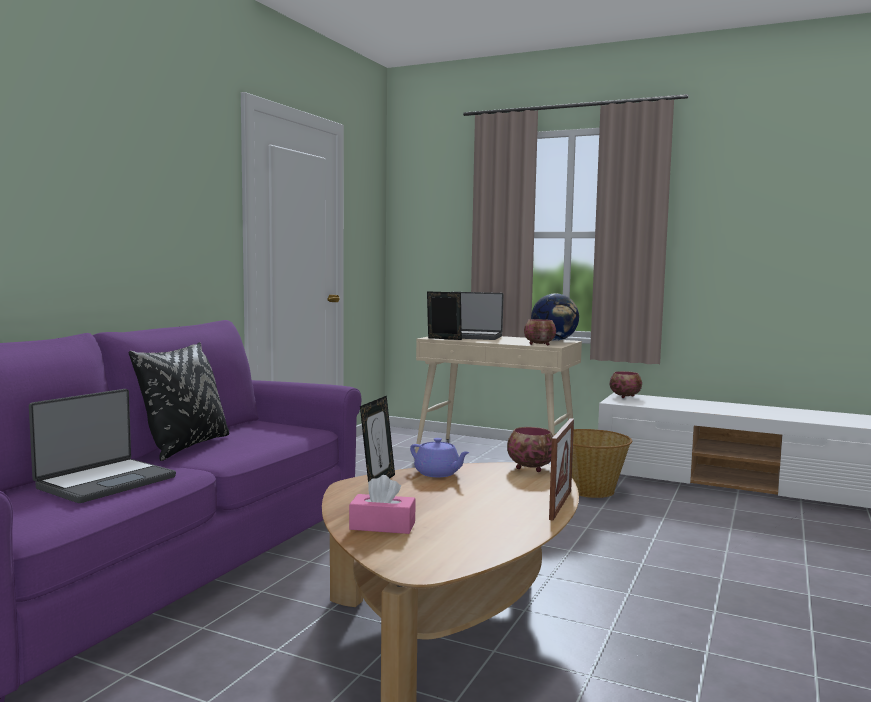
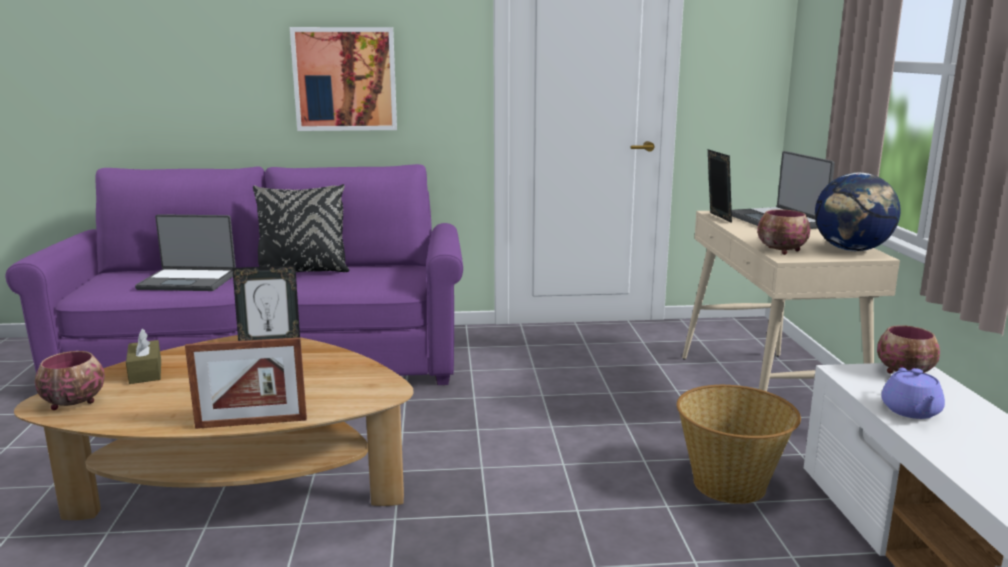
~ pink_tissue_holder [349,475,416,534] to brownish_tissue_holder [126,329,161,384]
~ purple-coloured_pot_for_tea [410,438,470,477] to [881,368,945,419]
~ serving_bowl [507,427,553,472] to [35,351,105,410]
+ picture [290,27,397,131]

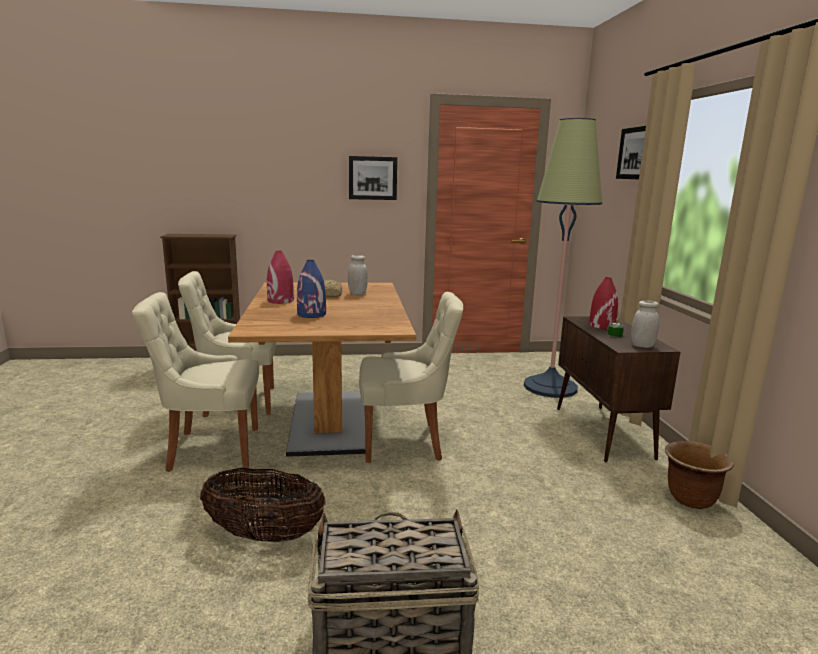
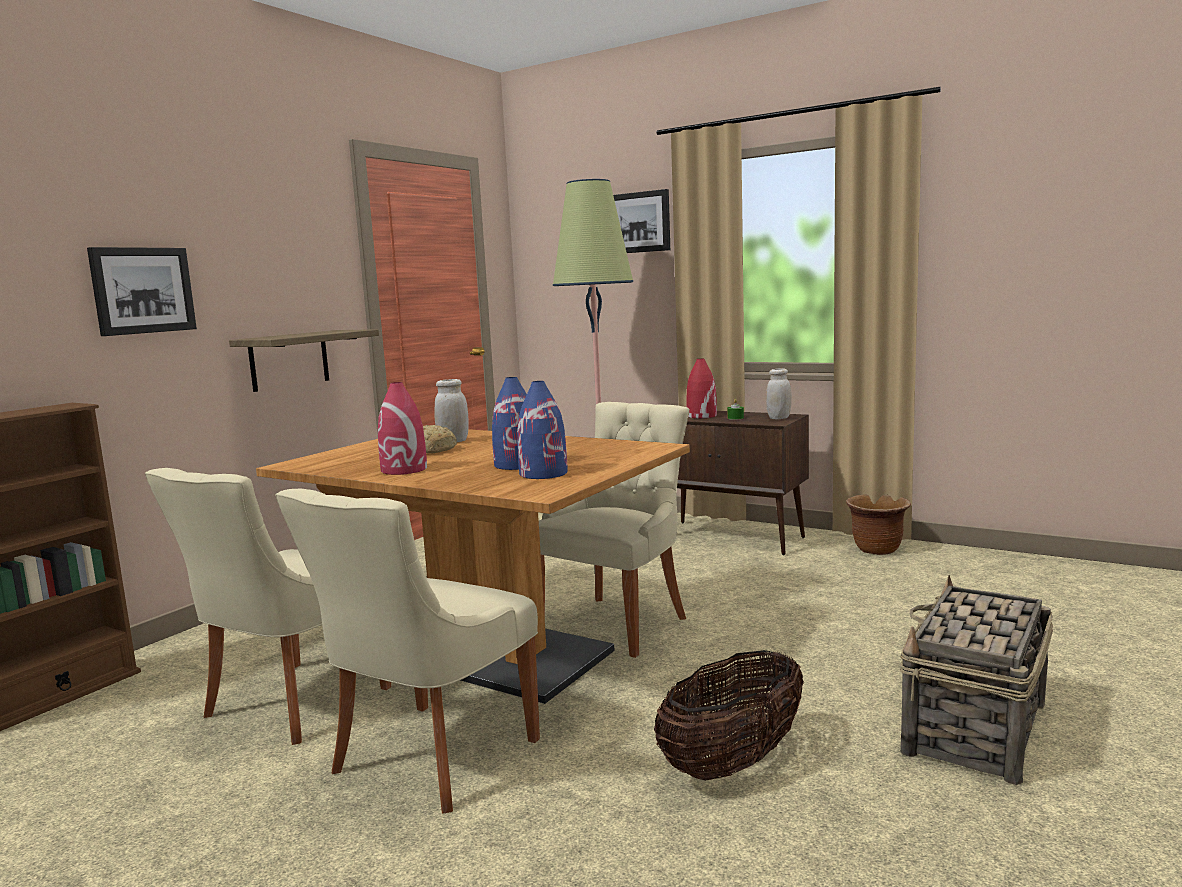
~ picture [349,156,397,200] to [87,247,197,336]
+ bracket_shelf [229,329,379,392]
+ bluish_vase [517,381,567,479]

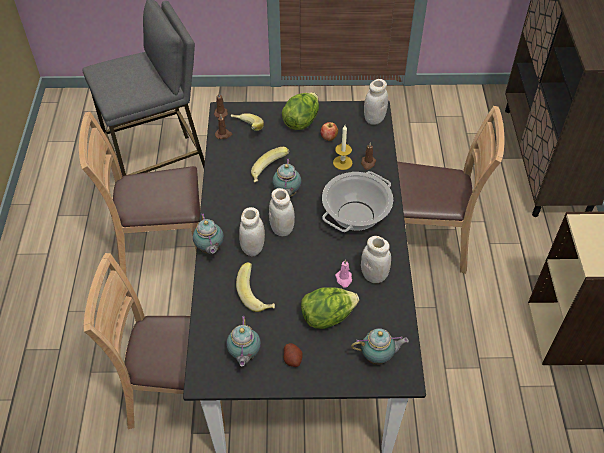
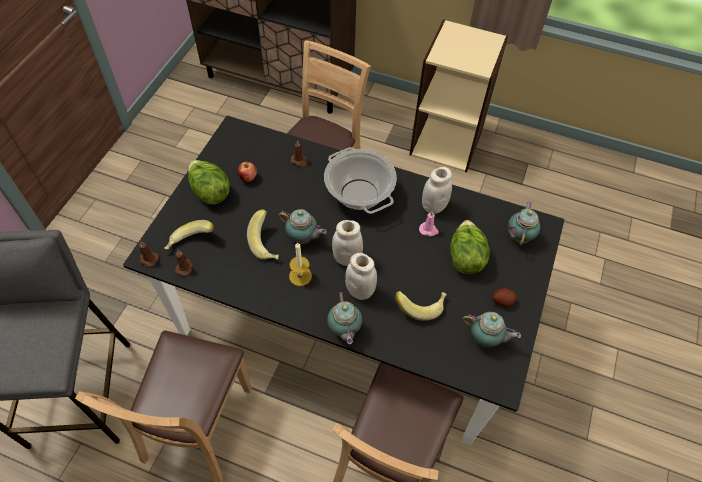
~ pot_for_tea [193,213,224,255] = [327,292,362,344] 75 degrees clockwise
~ wax_light [333,126,353,170] to [289,242,312,286]
- whitish_preserve_jar [364,79,388,125]

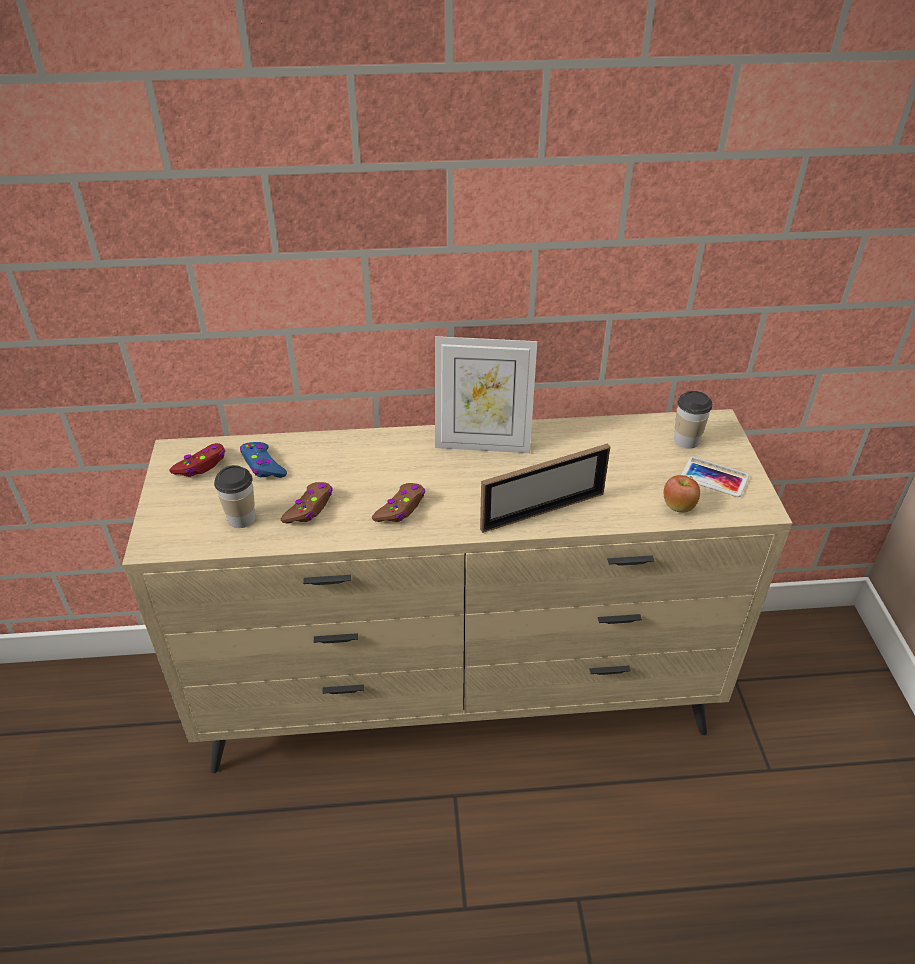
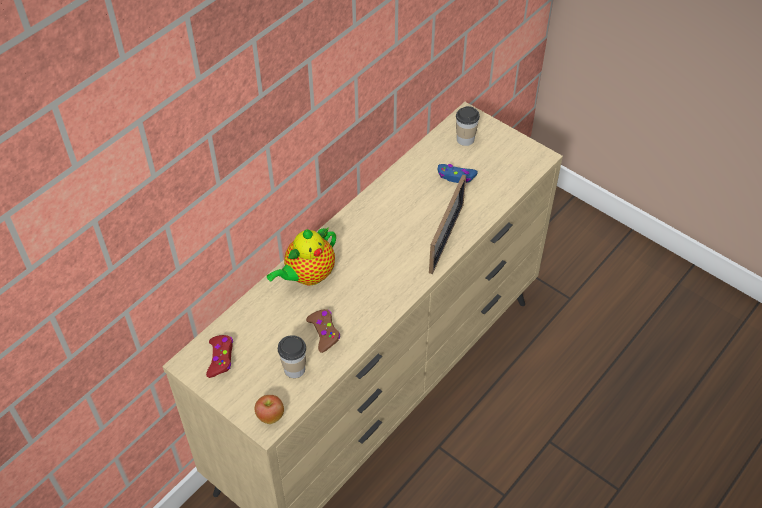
~ bluish_game_controller [240,442,287,478] to [438,164,478,183]
- brownish_game_controller [372,483,425,522]
- picture_frame [435,336,537,453]
~ apple_fruit [664,475,700,513] to [255,395,284,424]
- telephone [681,457,749,497]
+ pot_for_tea [267,227,336,285]

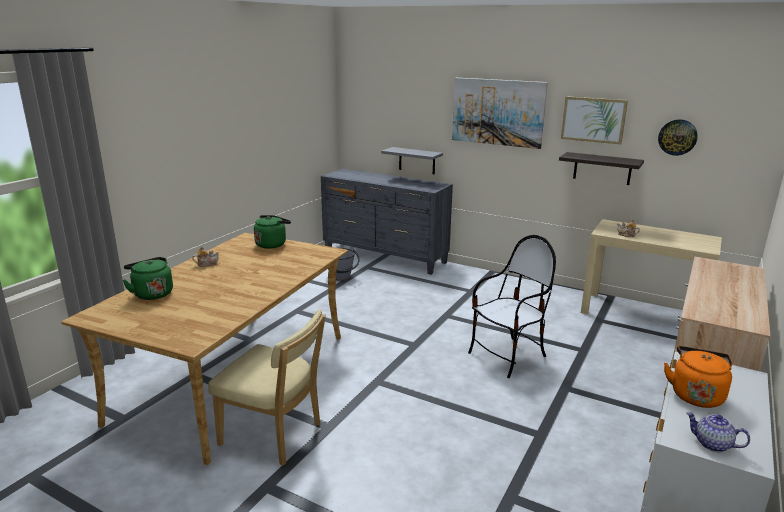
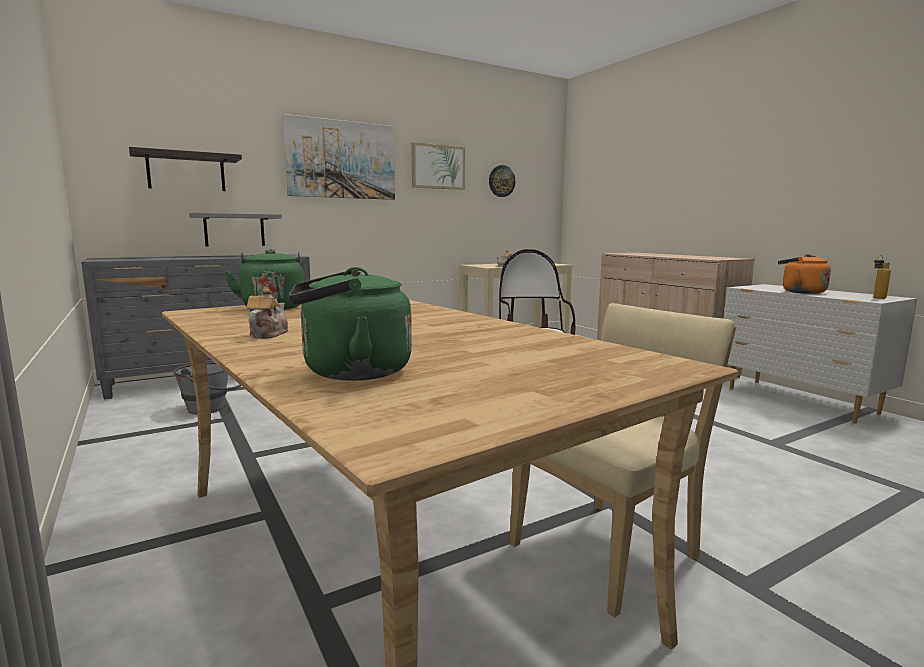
~ bracket_shelf [559,152,644,185] to [129,147,242,191]
~ pot_for_tea [686,412,750,452] to drink_bottle [873,255,891,299]

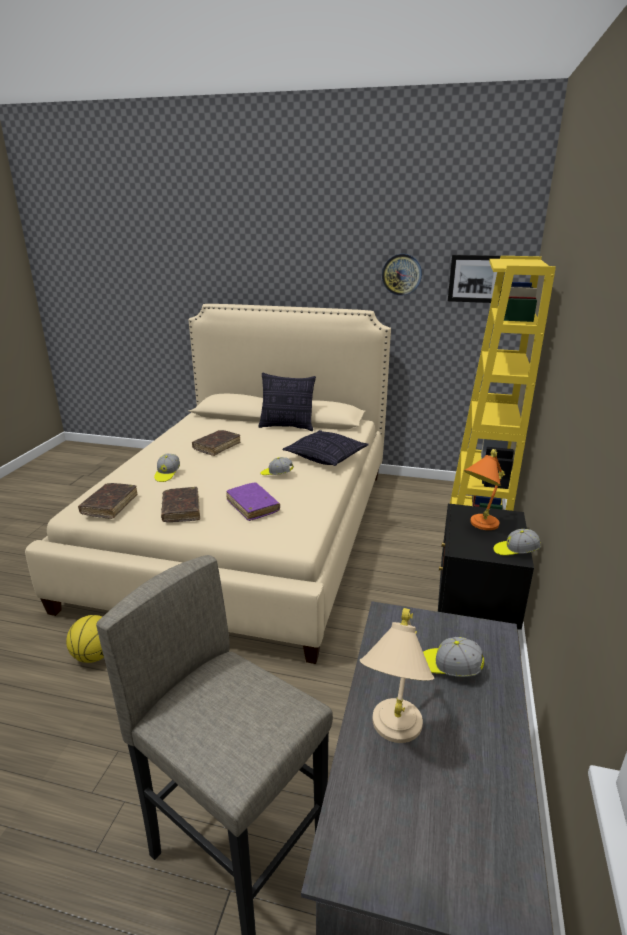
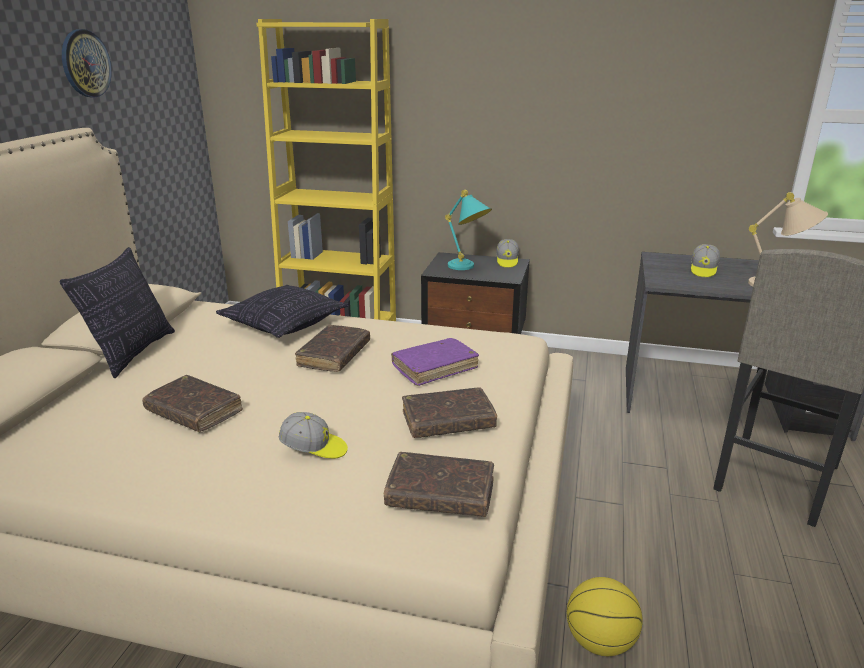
~ cap [260,457,294,475] to brownish_bound_book [295,325,370,372]
- picture [448,255,503,303]
~ orangey_table_lamp [464,449,505,530] to blue-green_table_lamp [445,190,492,270]

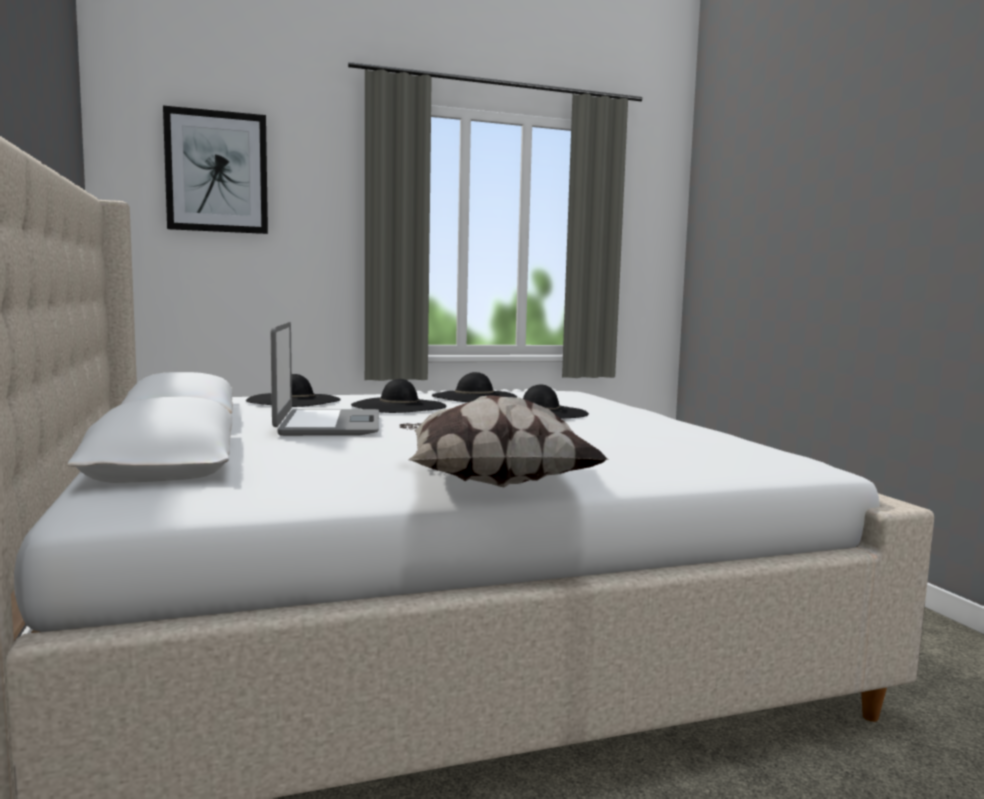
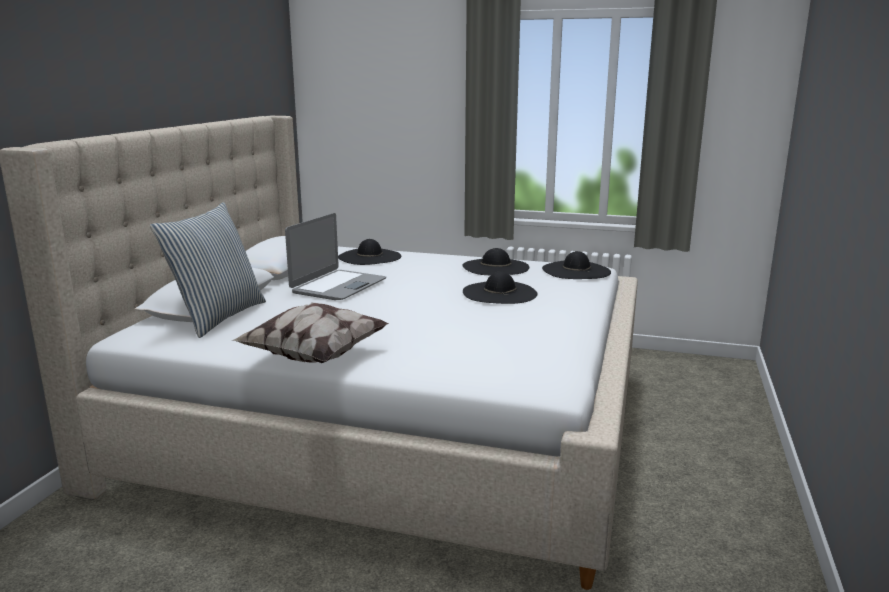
- picture [163,106,268,234]
~ black_hat [351,379,446,413] to [542,251,611,279]
+ throw_pillow [150,202,266,338]

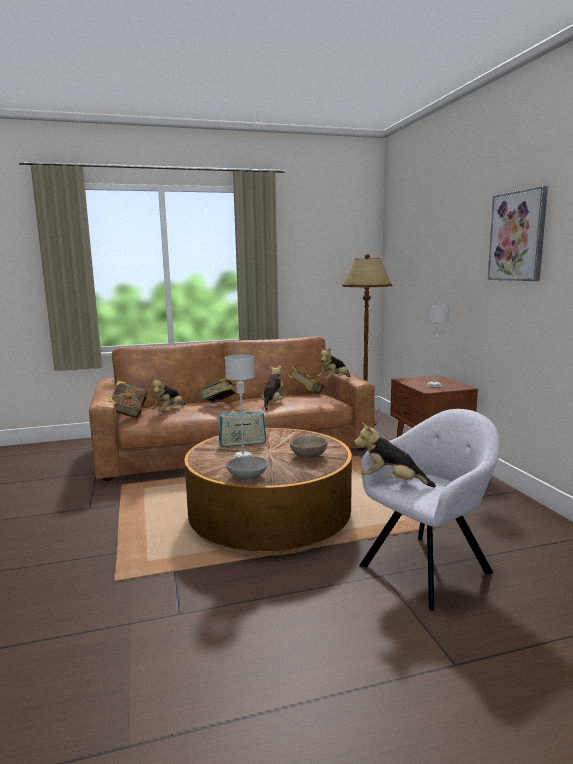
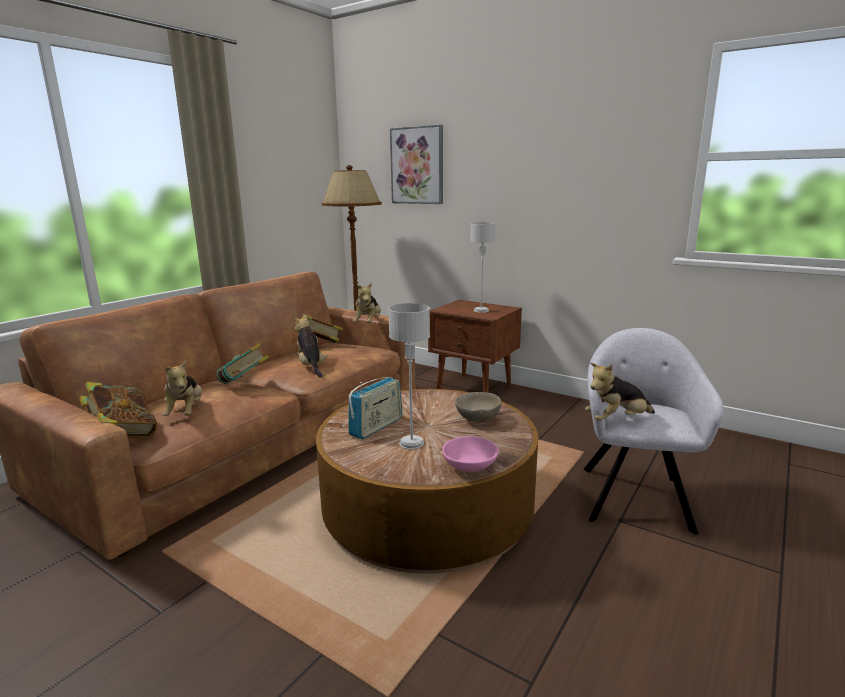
~ gray_serving_bowl [226,456,268,480] to pink_serving_bowl [442,436,499,472]
~ picture [488,186,548,281] to [390,125,443,204]

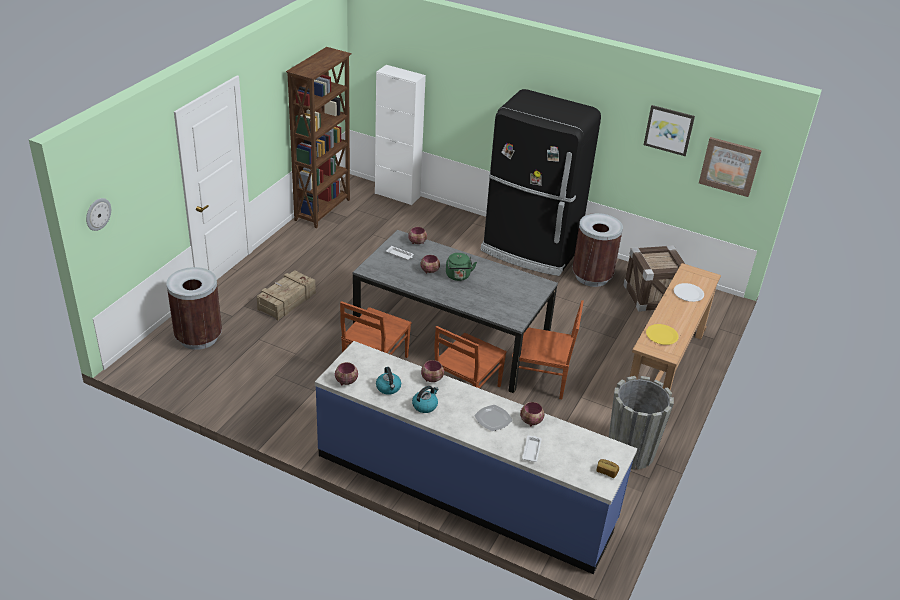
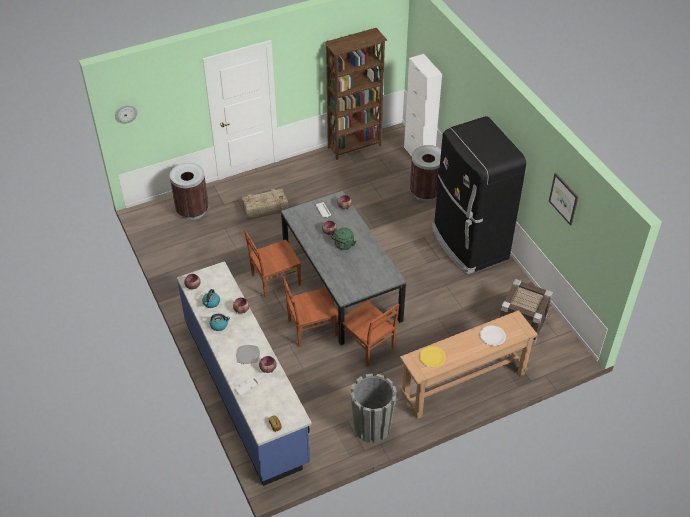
~ brownish_rubbish_bin [572,213,623,287] to [410,145,441,202]
- picture [699,137,762,197]

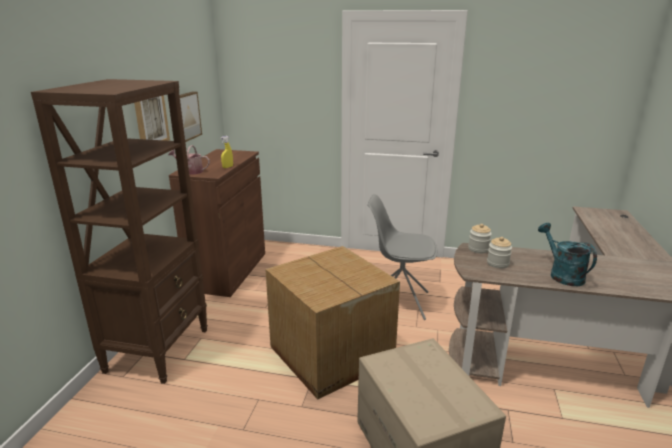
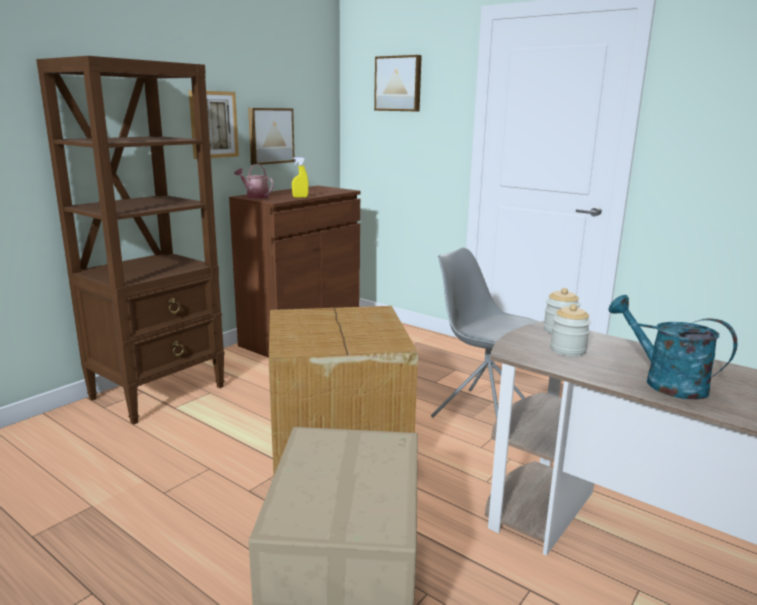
~ blue-green_watering_can [538,223,597,286] = [608,295,737,400] 45 degrees counterclockwise
+ picture [374,55,422,111]

